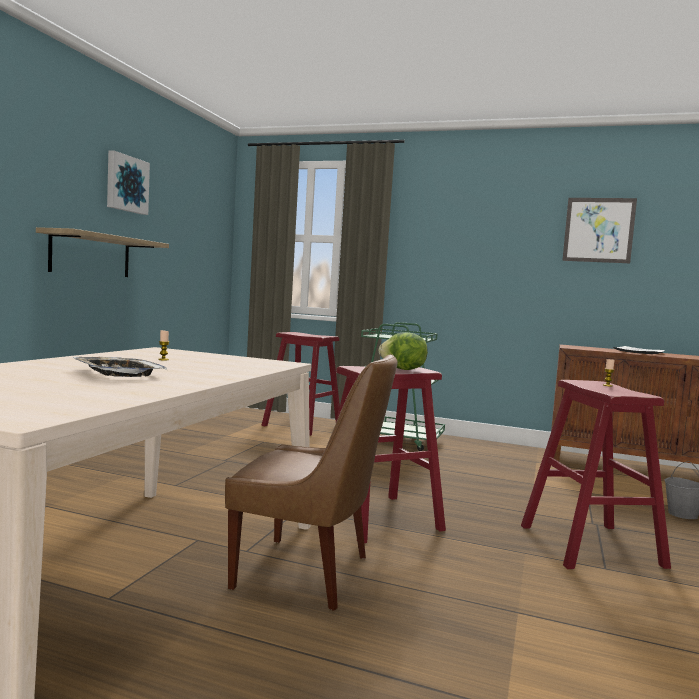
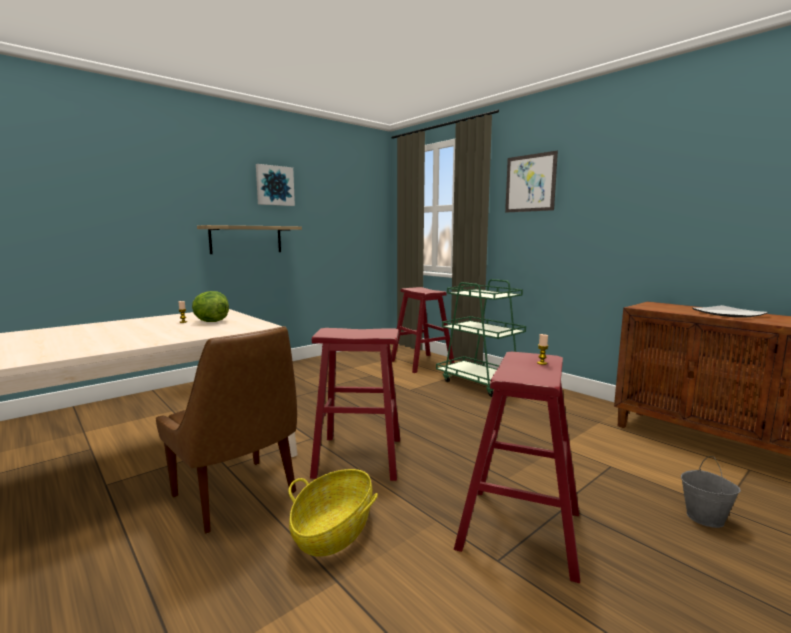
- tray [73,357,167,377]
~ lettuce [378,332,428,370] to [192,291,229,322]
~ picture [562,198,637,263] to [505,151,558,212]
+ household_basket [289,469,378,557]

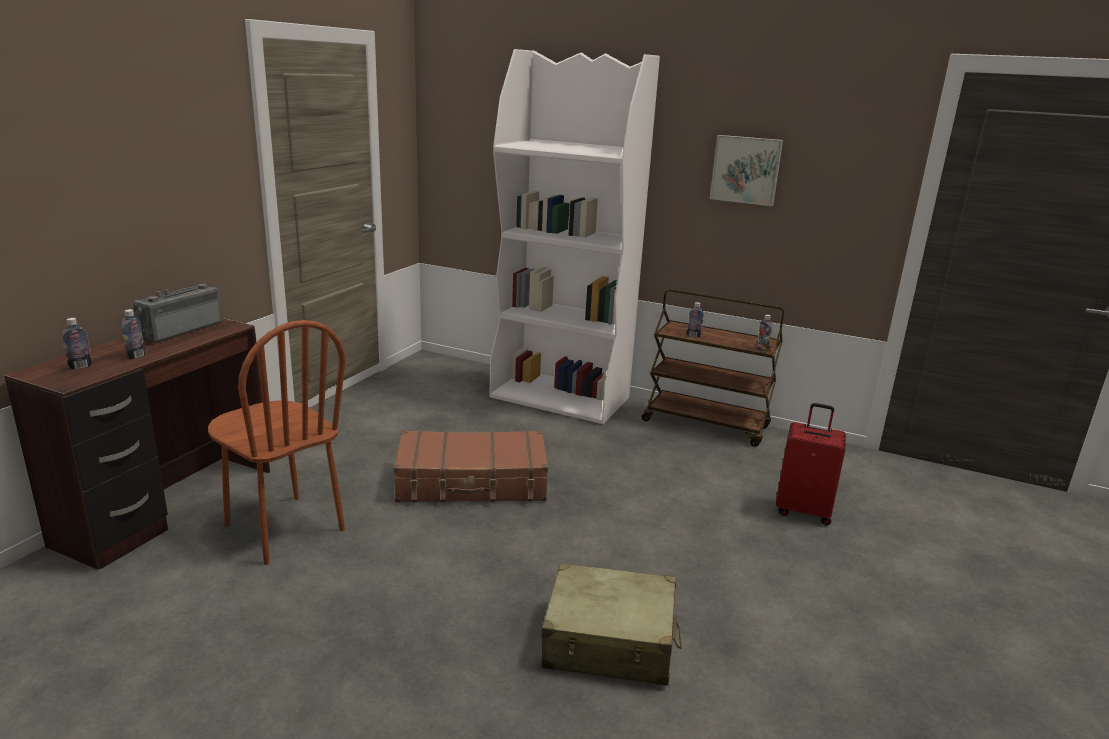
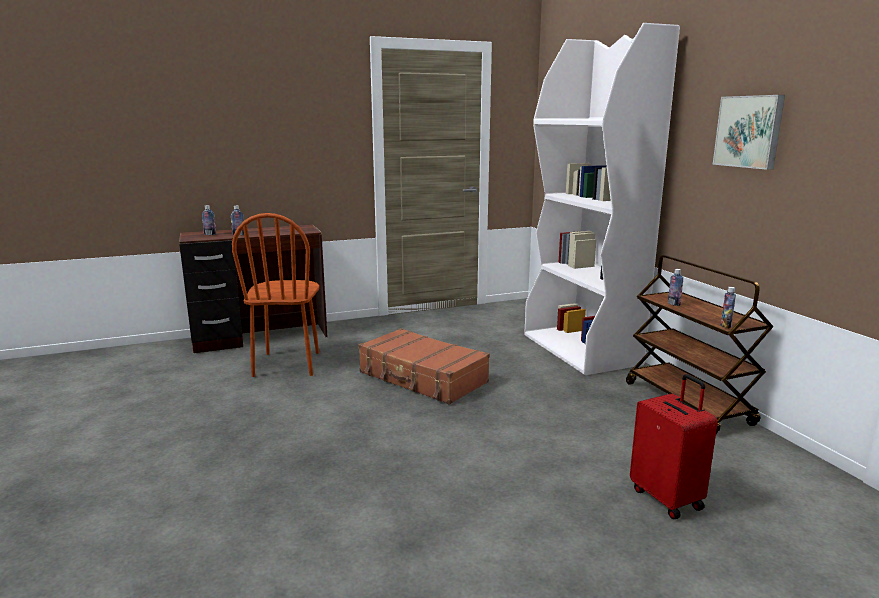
- radio_set [133,284,222,343]
- beige-coloured_piece_of_luggage [541,563,682,686]

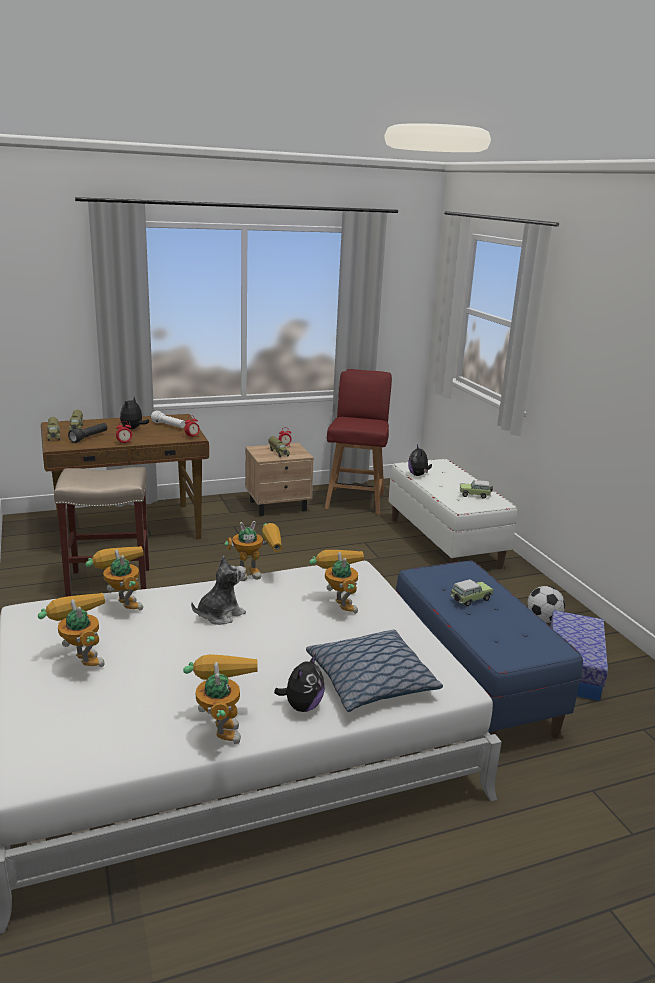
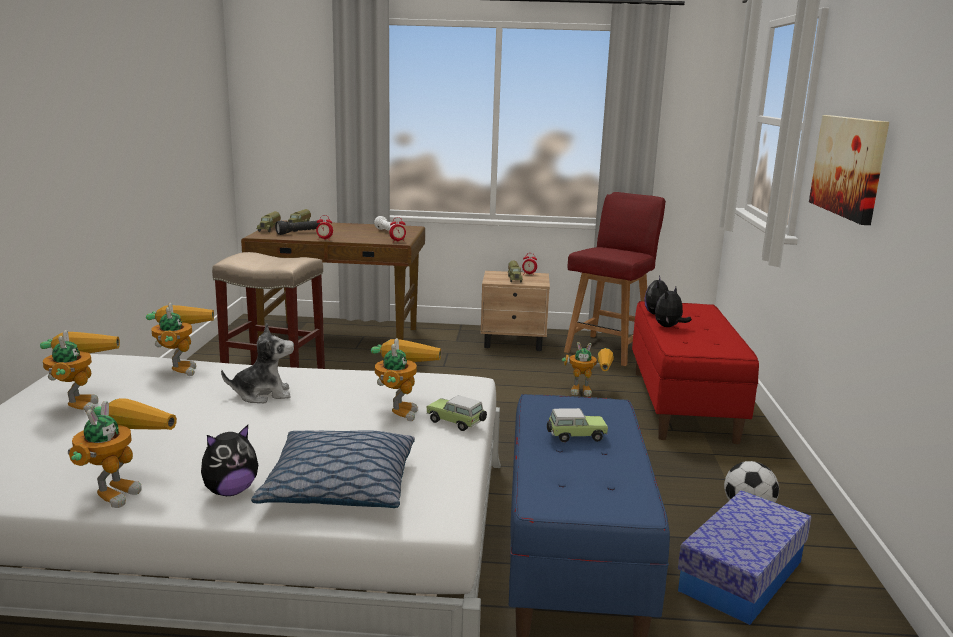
~ soft_toy [120,397,150,429] to [655,287,692,327]
~ model_robot [224,521,282,581] to [562,342,614,396]
~ whitish_indoor_bench [388,459,517,569] to red_indoor_bench [632,301,759,444]
~ miniature_car [460,480,493,499] to [427,395,487,431]
+ picture [809,115,889,225]

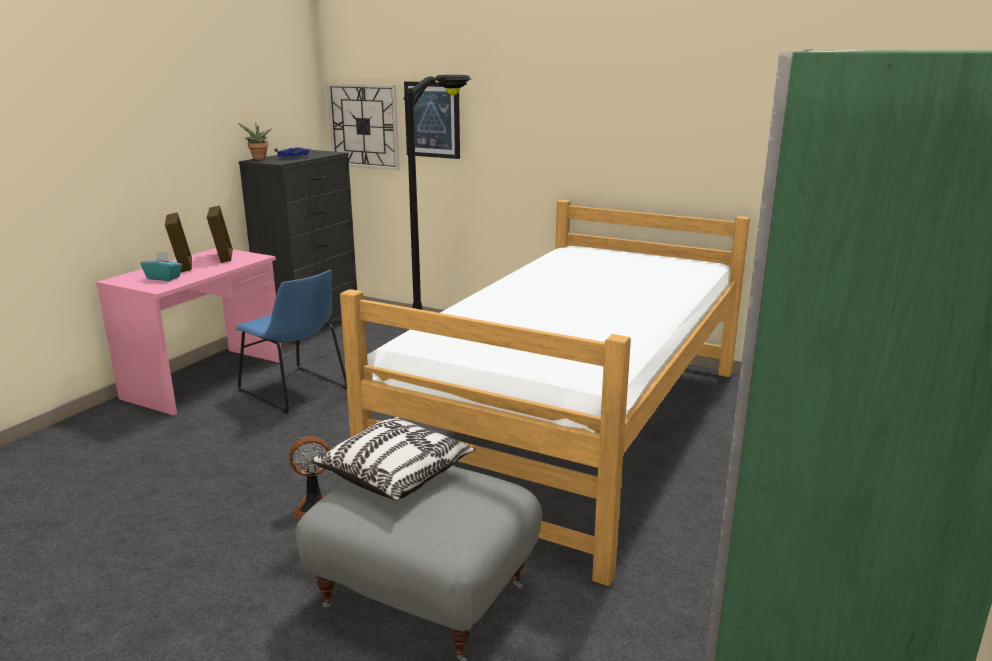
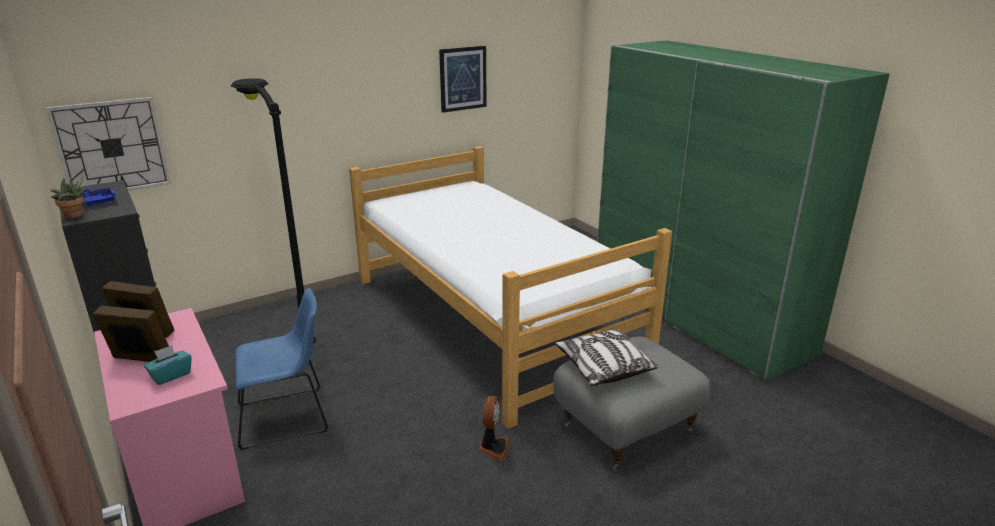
~ picture [404,81,460,159] to [439,46,487,113]

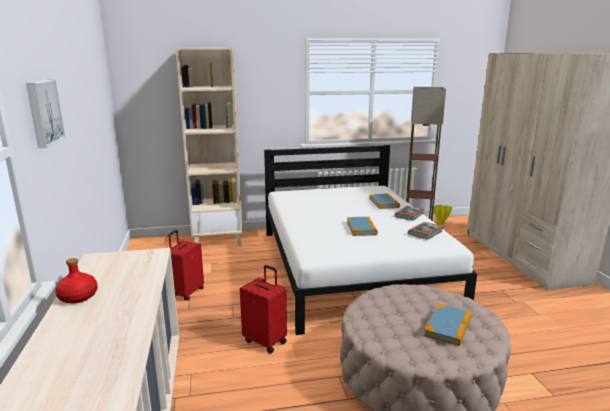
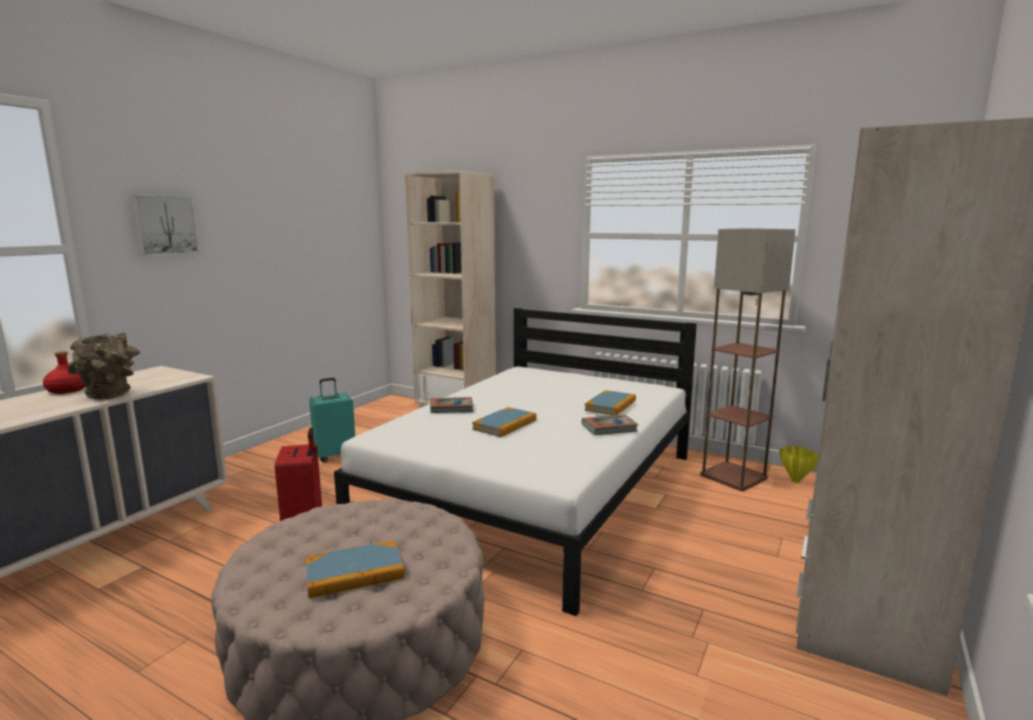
~ red_piece_of_luggage [168,230,204,300] to blue-green_piece_of_luggage [309,378,355,462]
~ bound_book [408,222,443,240] to [430,397,474,413]
+ brownish_vase [68,332,140,400]

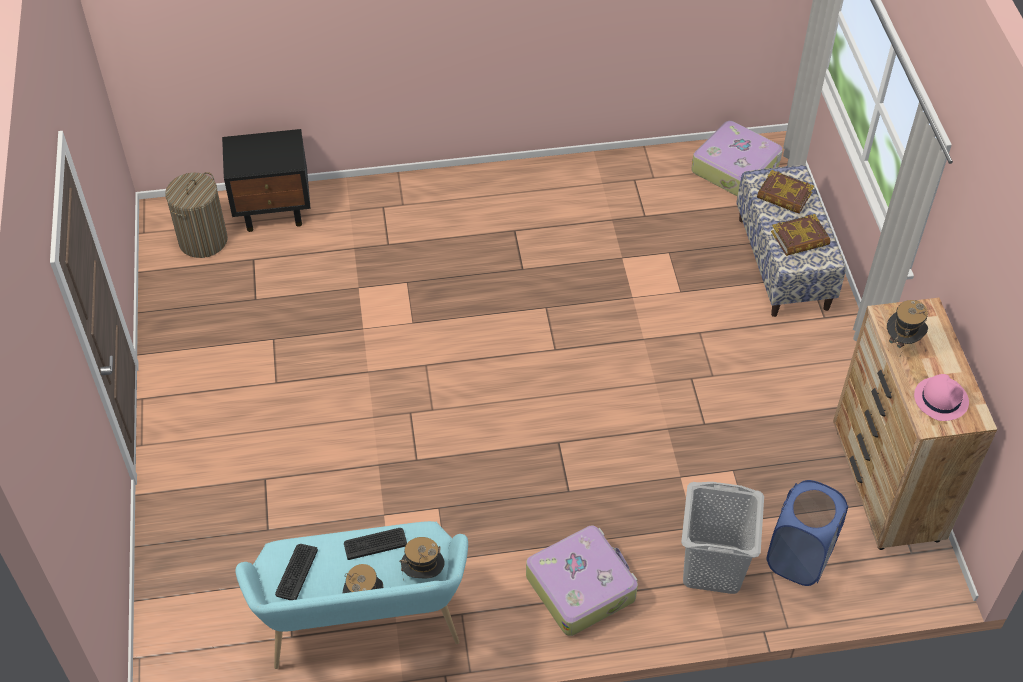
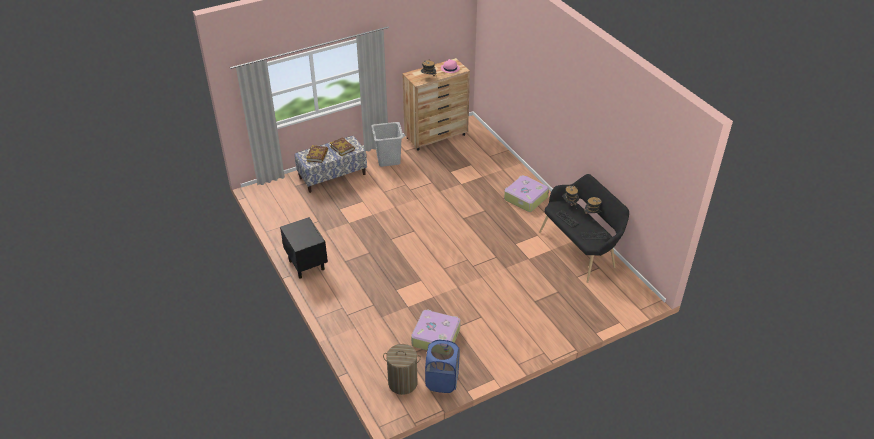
~ black_nightstand [222,129,311,232] to [280,217,328,279]
~ blue-green_indoor_bench [235,521,468,669] to black_indoor_bench [539,174,629,283]
~ gray_washing_basket [681,482,764,594] to [371,122,403,167]
~ piece_of_luggage [691,121,782,196] to [411,309,461,350]
~ bluish_washing_basket [767,480,848,586] to [425,339,459,393]

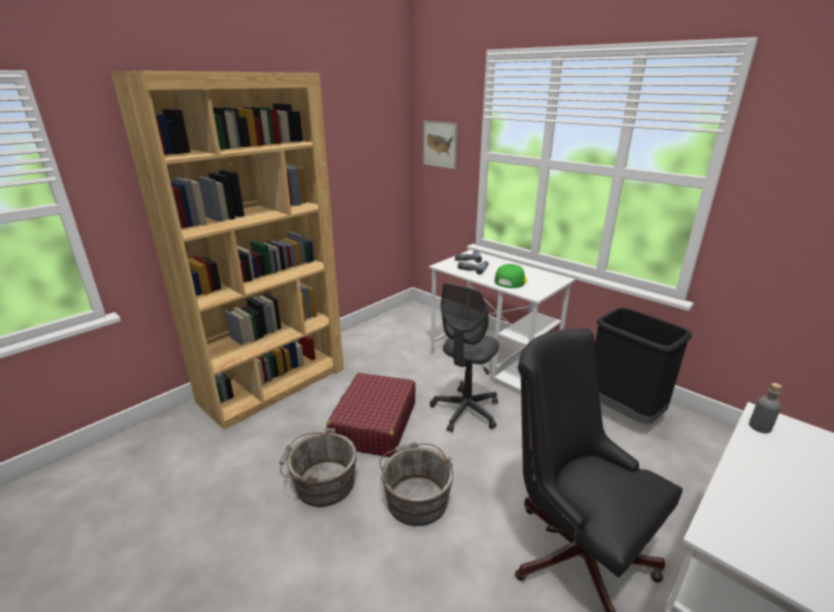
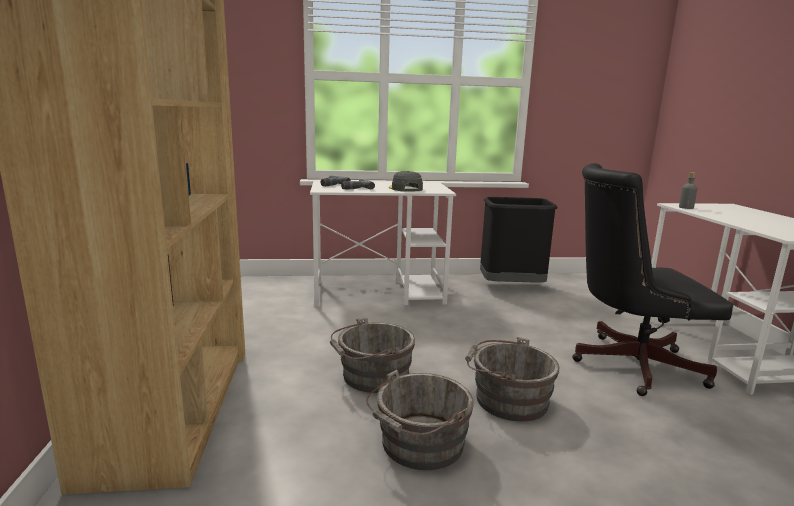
~ red_piece_of_luggage [327,373,415,457] to gray_water_bucket [330,317,415,393]
- picture [423,121,458,169]
- gray_desk_chair [430,283,499,433]
~ greenish_cap [495,264,528,288] to gray_cap [389,171,423,192]

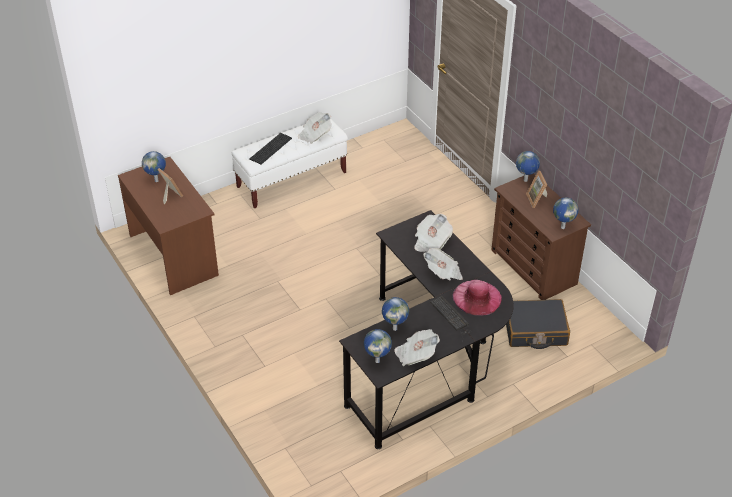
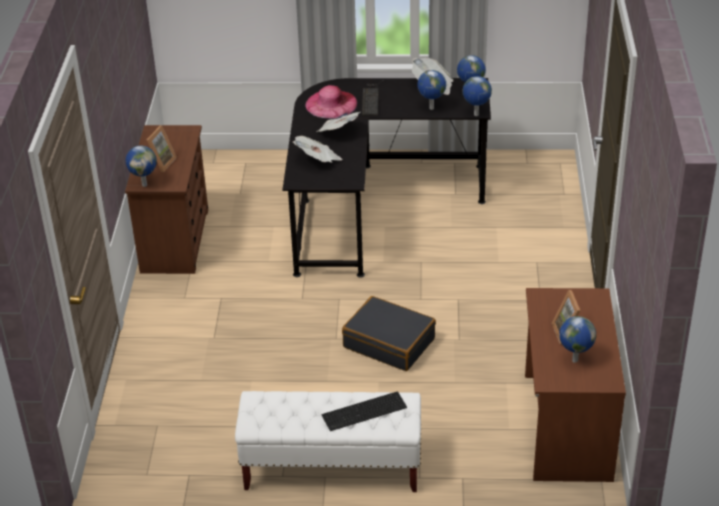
- daily_paper [298,112,332,144]
~ black_piece_of_luggage [506,299,570,349] to [342,296,436,371]
~ world_globe [553,197,578,229] to [462,76,492,116]

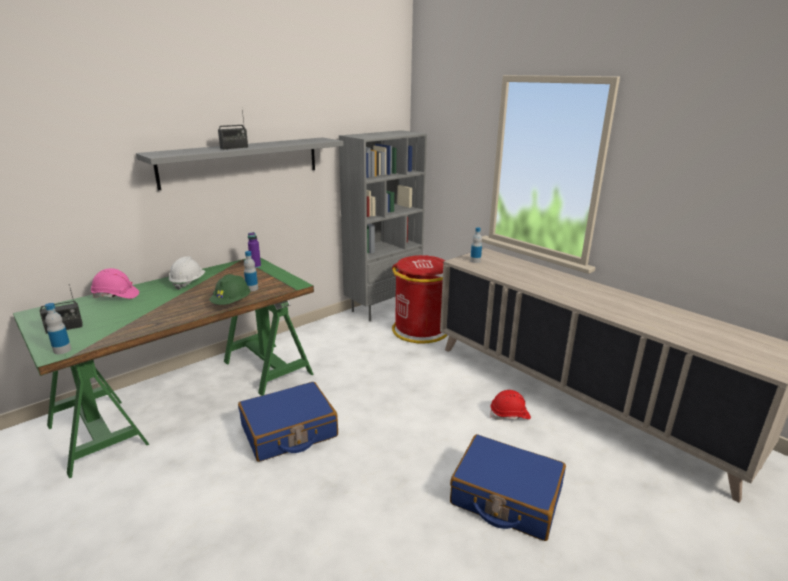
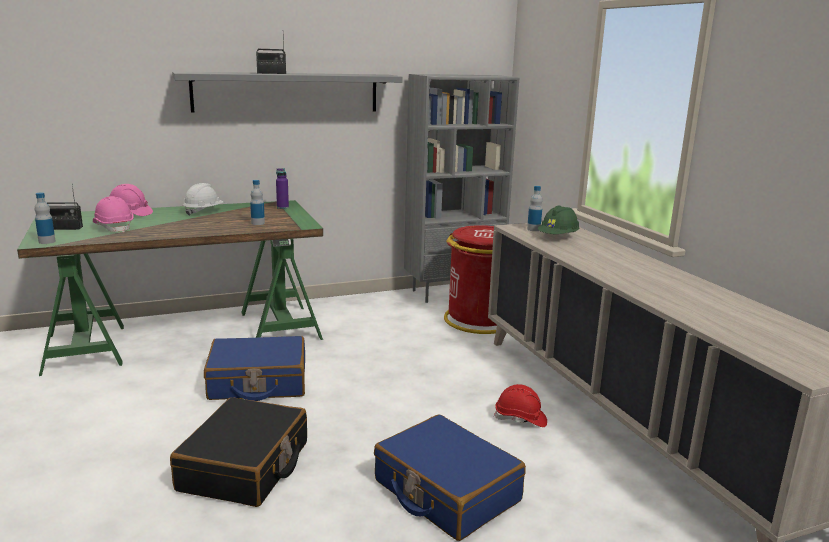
~ greenish_hard_hat [209,274,250,305] to [538,206,579,234]
+ pink_hard_hat [93,196,134,233]
+ black_piece_of_luggage [170,397,307,507]

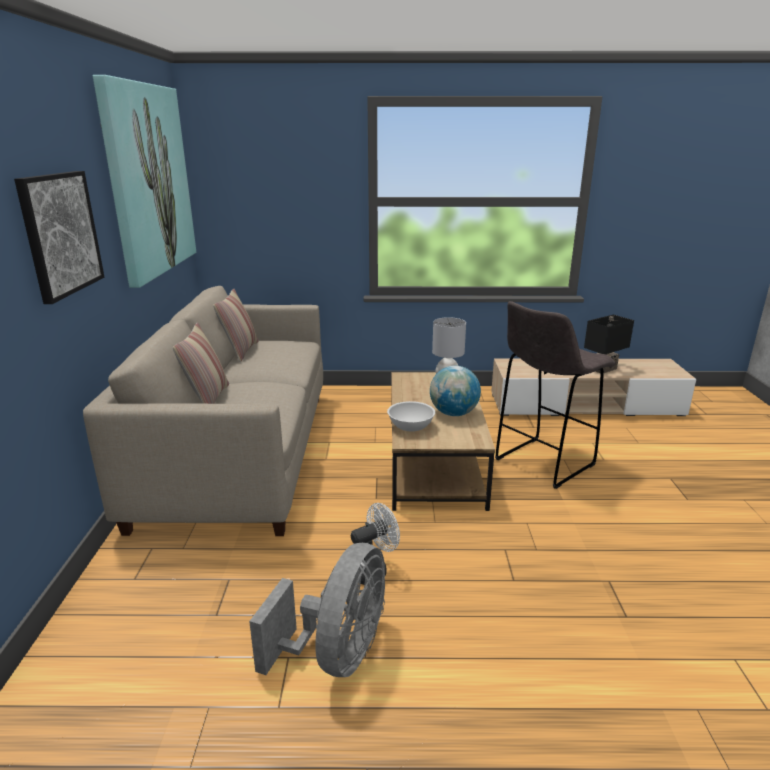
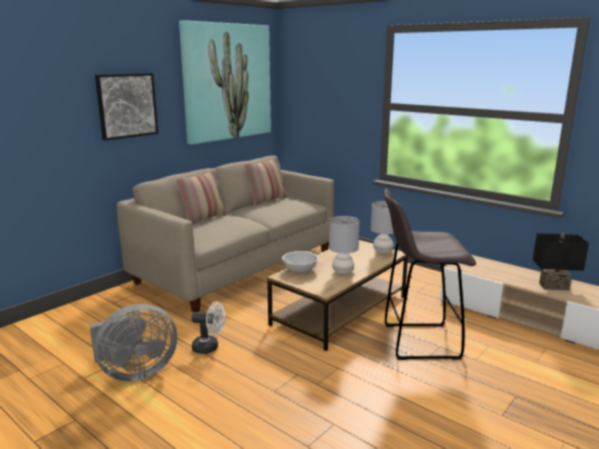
~ world_globe [430,366,481,416] to gray_table_lamp [329,216,360,274]

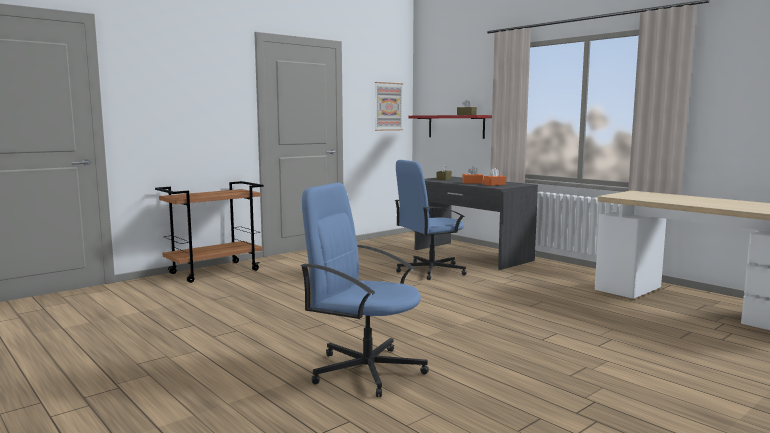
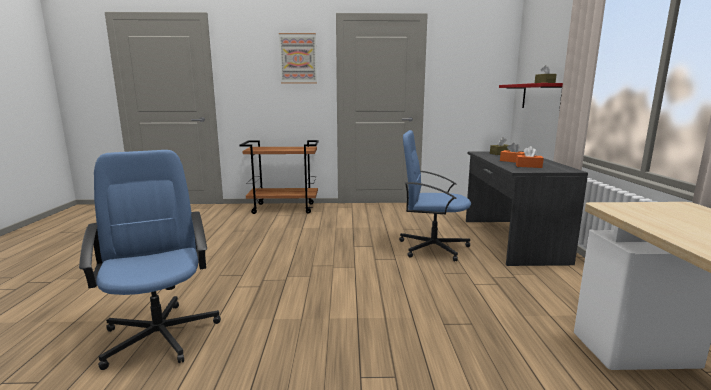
~ picture [375,82,403,131] to [279,33,317,84]

